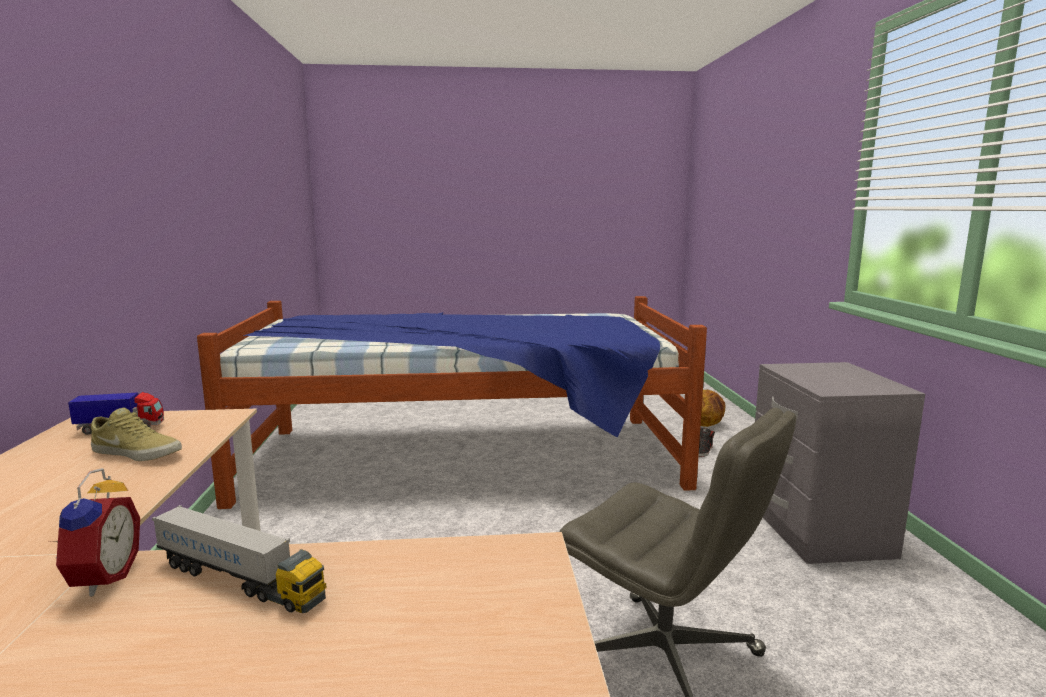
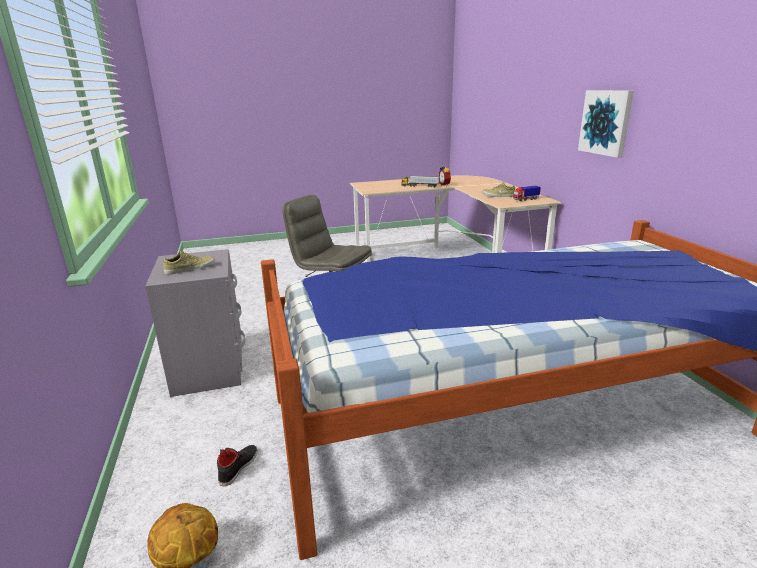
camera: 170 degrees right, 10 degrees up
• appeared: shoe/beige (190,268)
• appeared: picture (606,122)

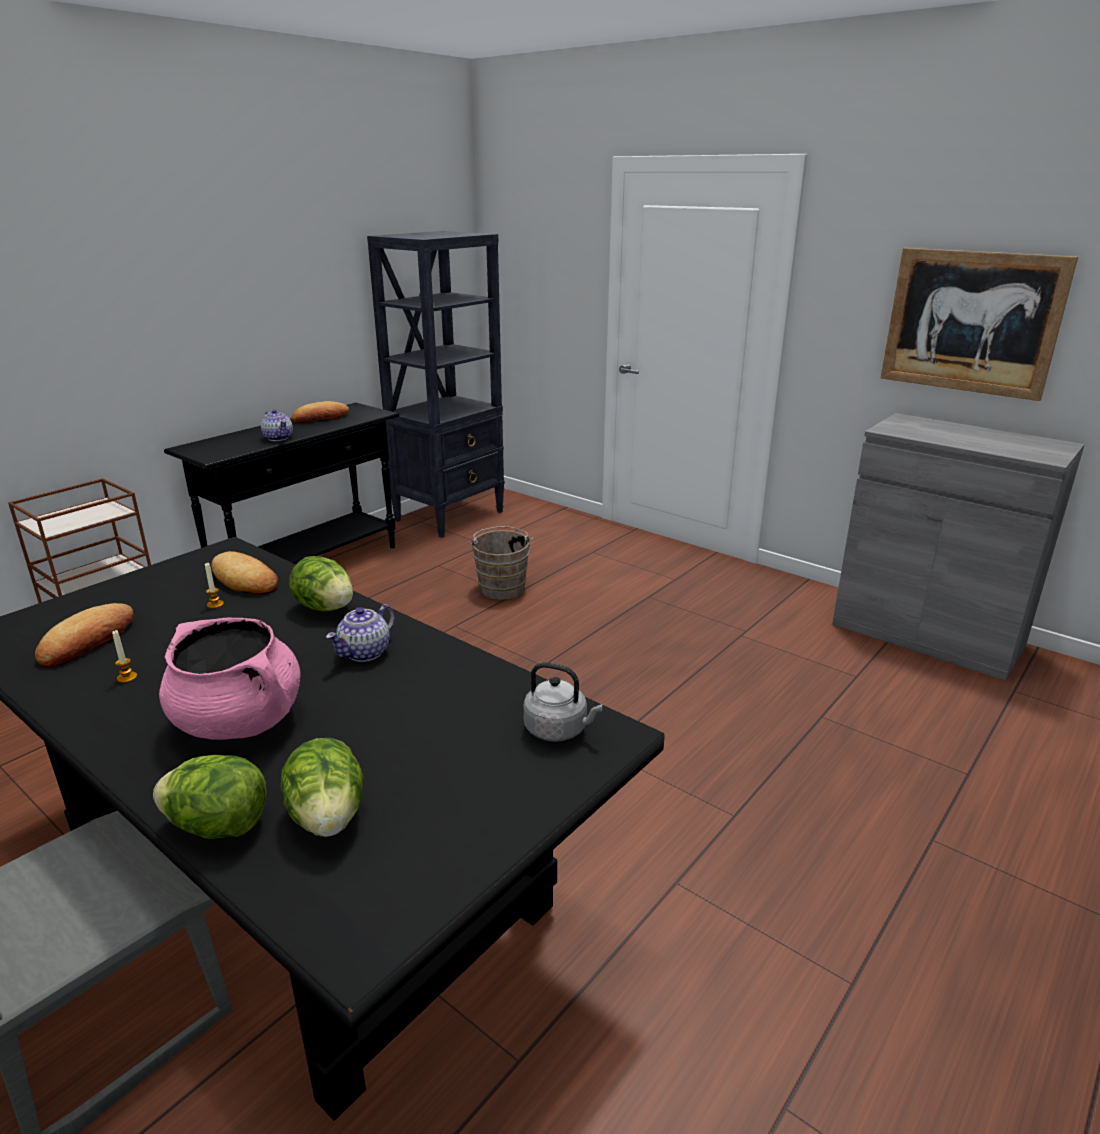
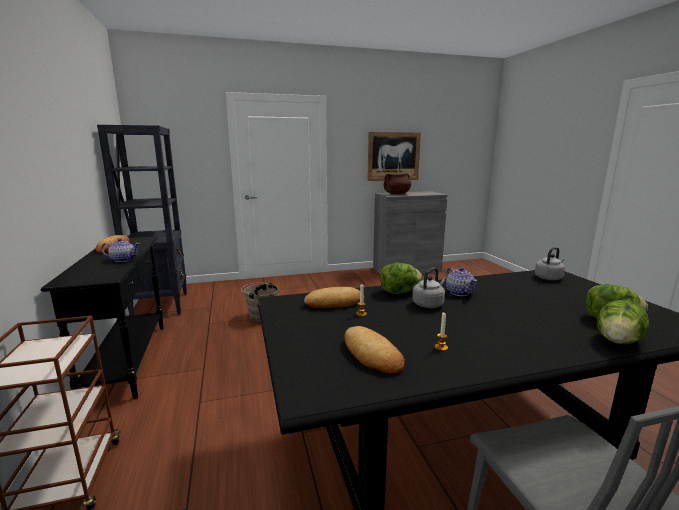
camera: 55 degrees left, 10 degrees down
• appeared: cooking pot/brown (396,194)
• appeared: kettle/grey (429,304)
• missing: cooking pot/pink (240,721)

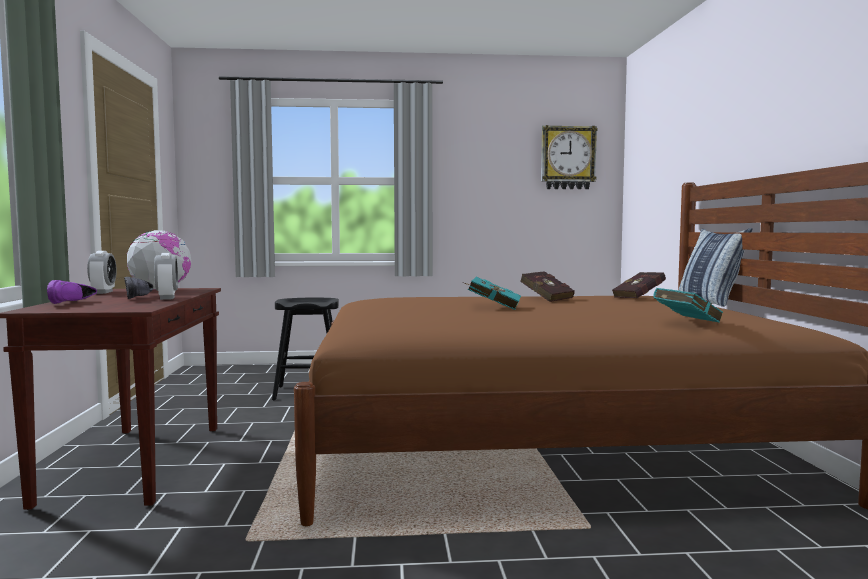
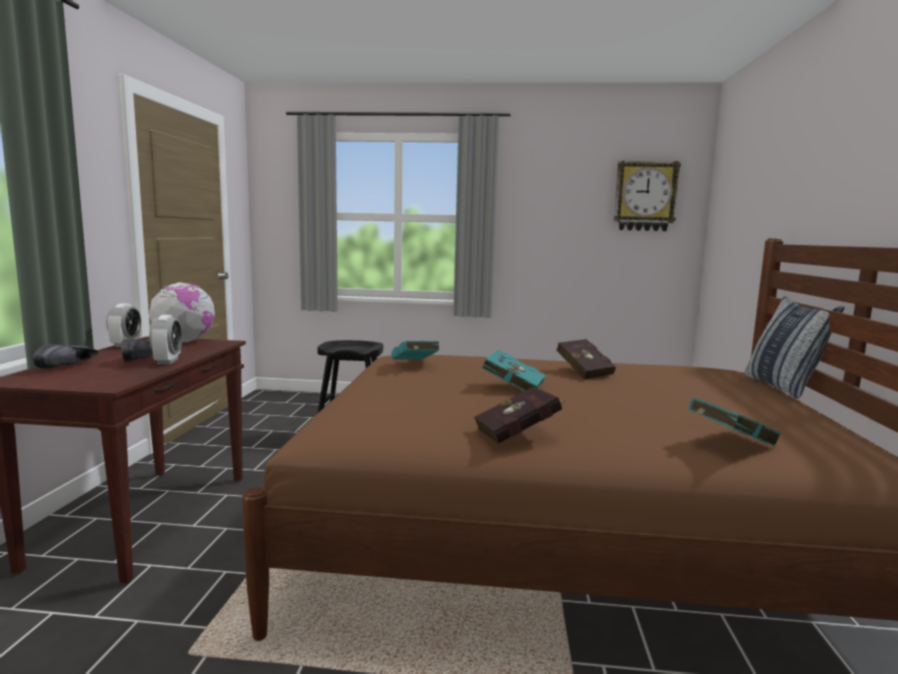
camera: 10 degrees right, 5 degrees up
• colour: shoe/purple (73,303) to shoe/black (69,366)
• appeared: book/turquoise (414,365)
• relocated: book/red (640,297) to (520,434)

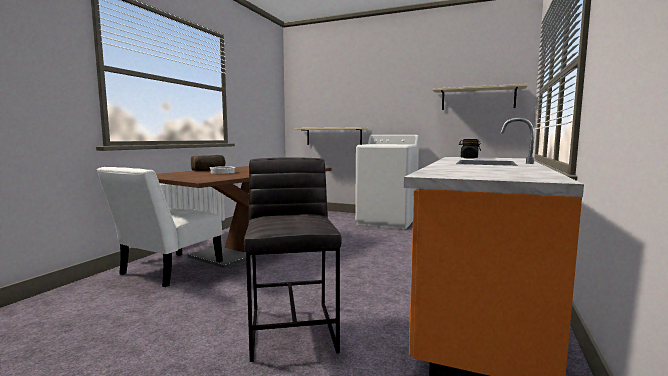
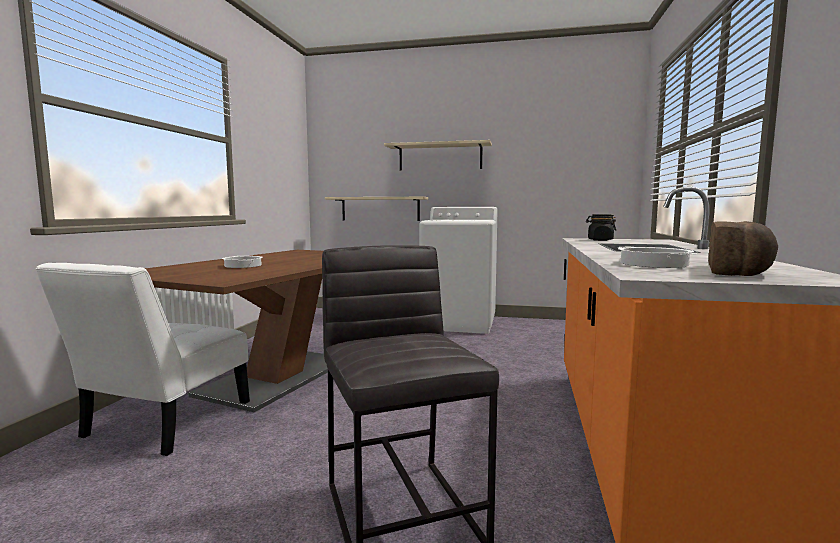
camera: 10 degrees left, 0 degrees up
• relocated: shelf/beige (477,99) to (440,157)
• appeared: cooking pot (654,264)
• relocated: bread (209,170) to (740,271)

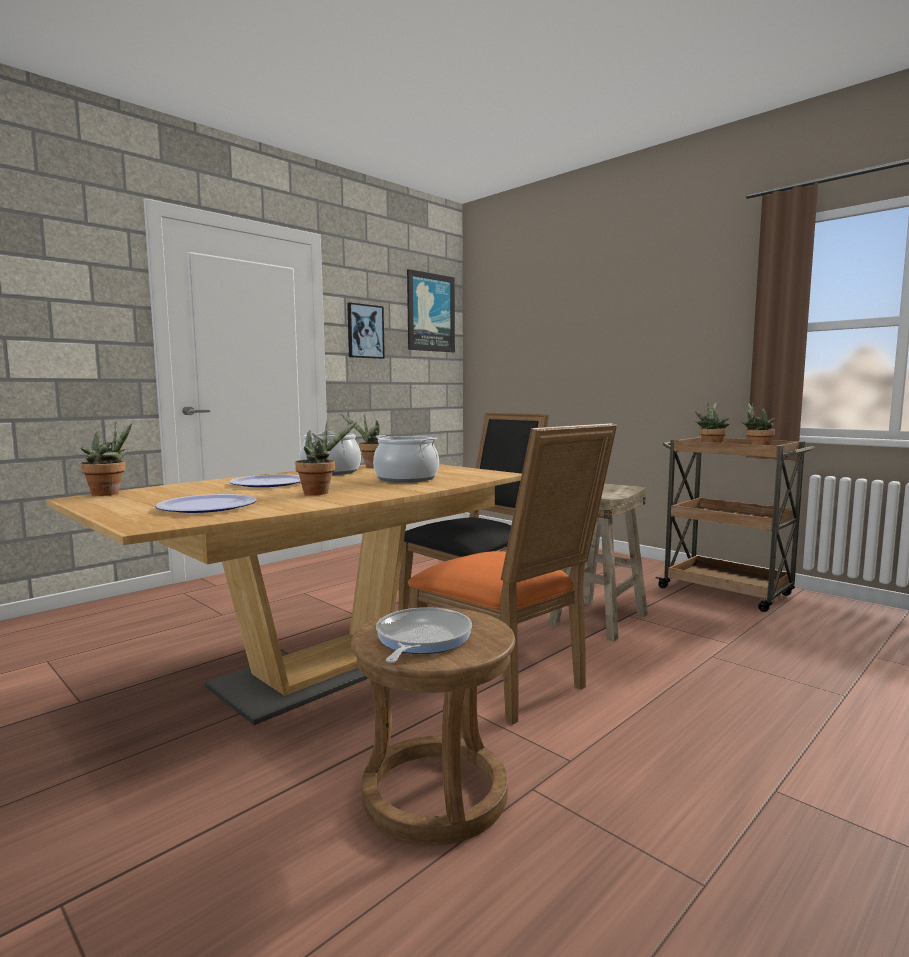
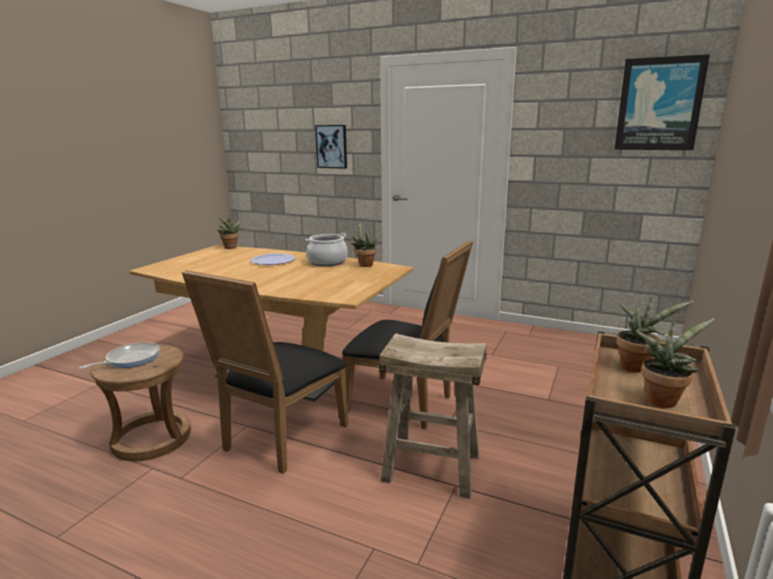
camera: 70 degrees right, 10 degrees up
• spun: frying pan (421,639) = (130,359) 45 degrees counterclockwise
• colour: chair/orange (507,683) to chair/black (279,439)
• relocated: picture (365,331) to (332,146)
• missing: plate (208,506)
• missing: potted plant (320,493)
• missing: cooking pot (406,479)

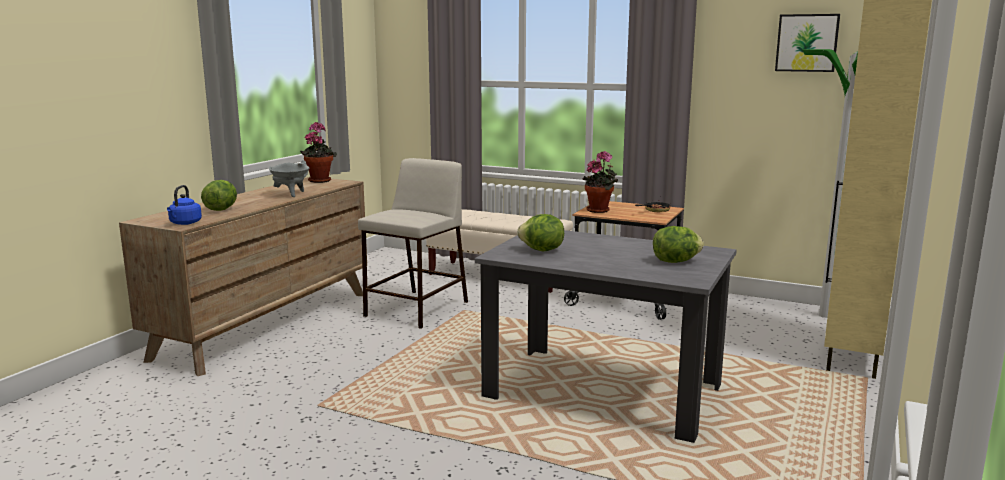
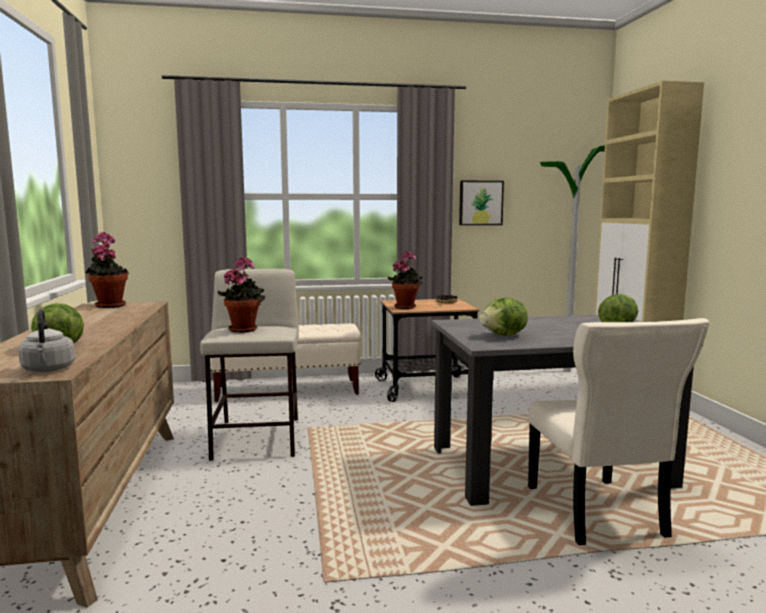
camera: 35 degrees left, 5 degrees down
• colour: kettle/blue (184,223) to kettle/grey (48,370)
• appeared: potted plant (244,329)
• relocated: picture (807,43) to (480,203)
• appeared: chair/beige (596,514)
• missing: cooking pot/grey (290,194)

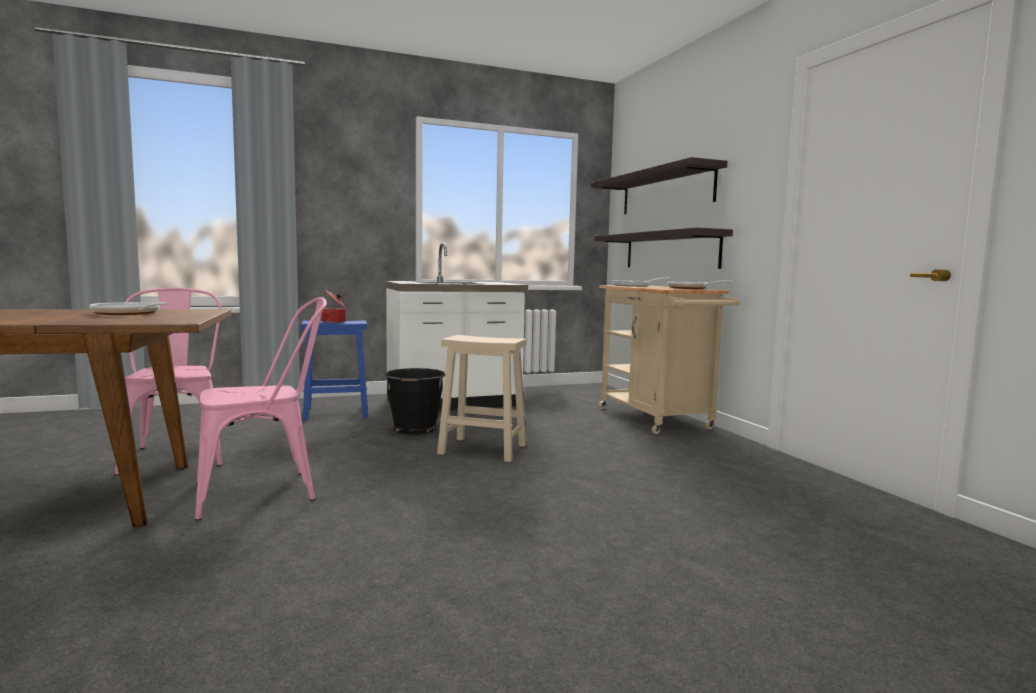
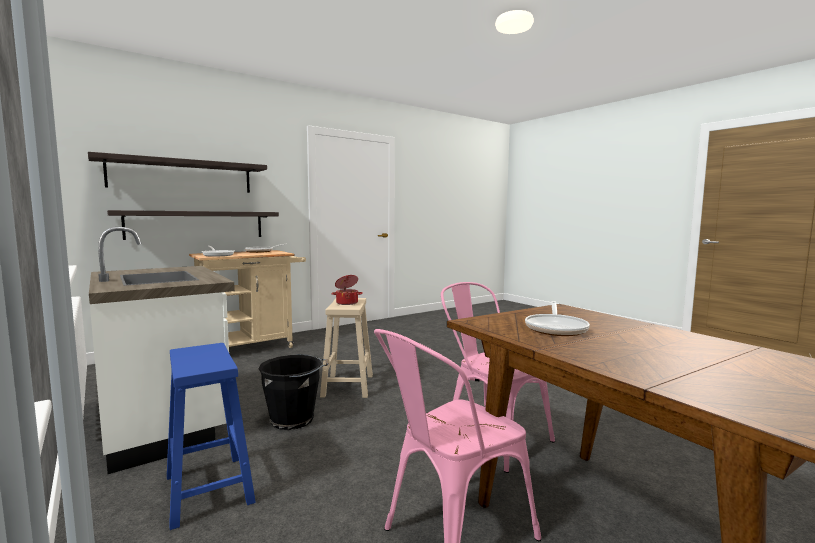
camera: 105 degrees left, 0 degrees up
• relocated: cooking pot (334,322) to (347,303)

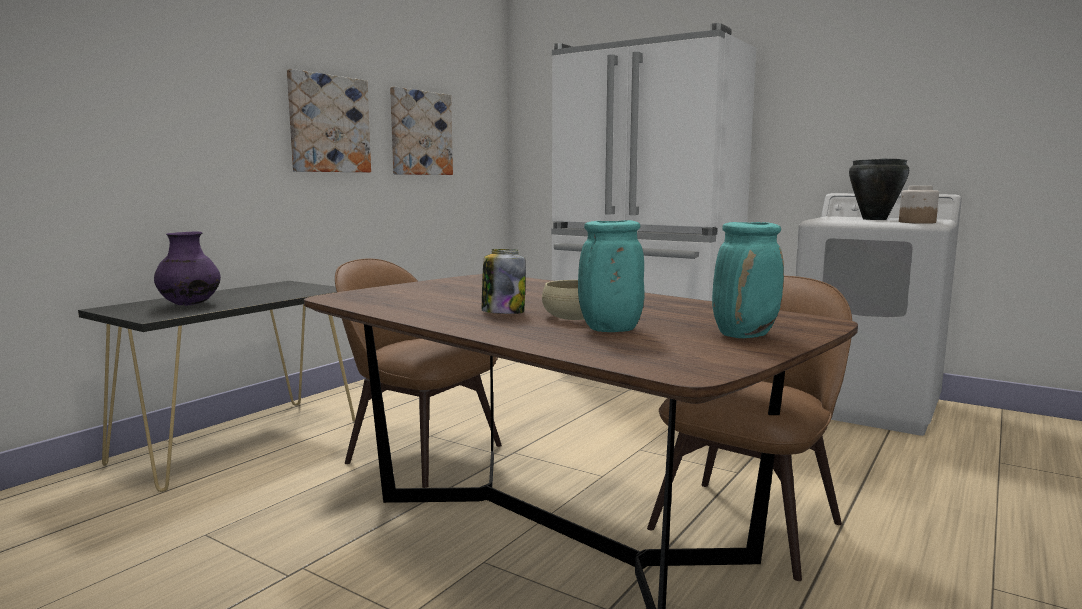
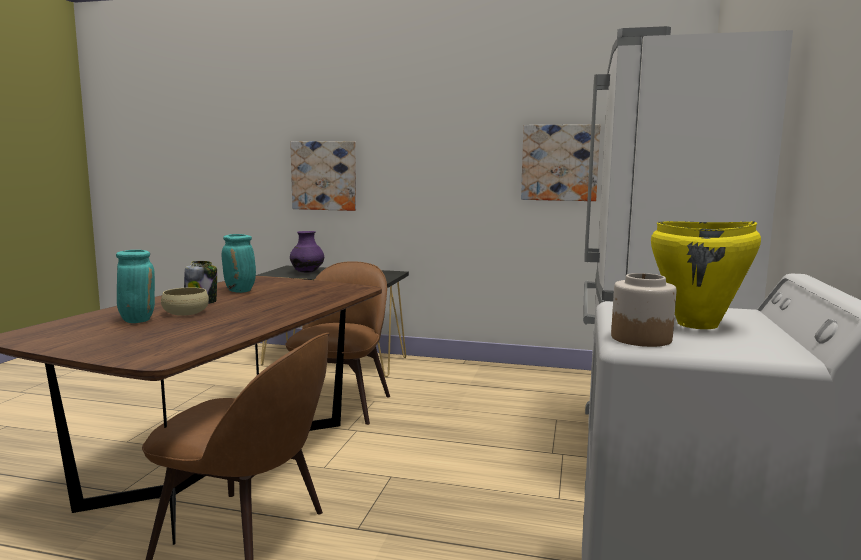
camera: 70 degrees right, 0 degrees up
• relocated: vase/turquoise (745,335) to (241,291)
• relocated: picture (329,124) to (324,175)
• colour: cooking pot/black (875,219) to cooking pot/yellow (698,325)

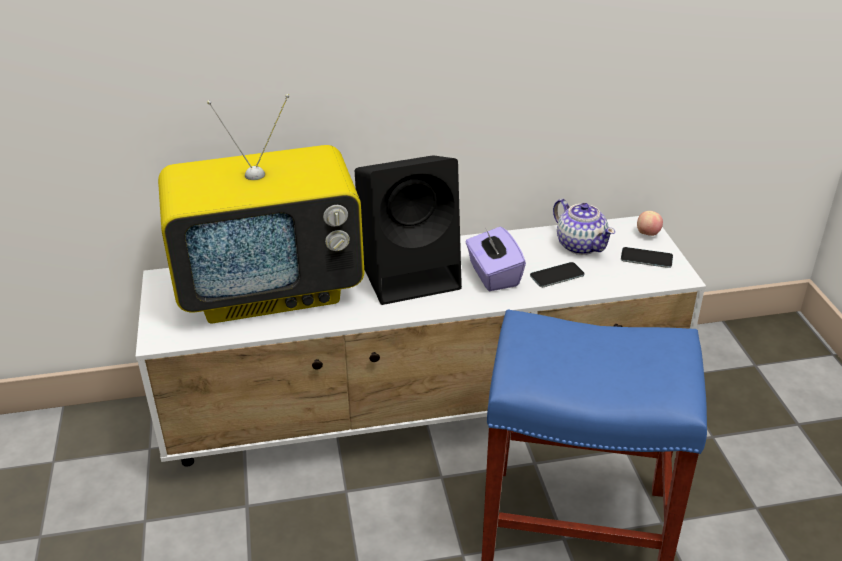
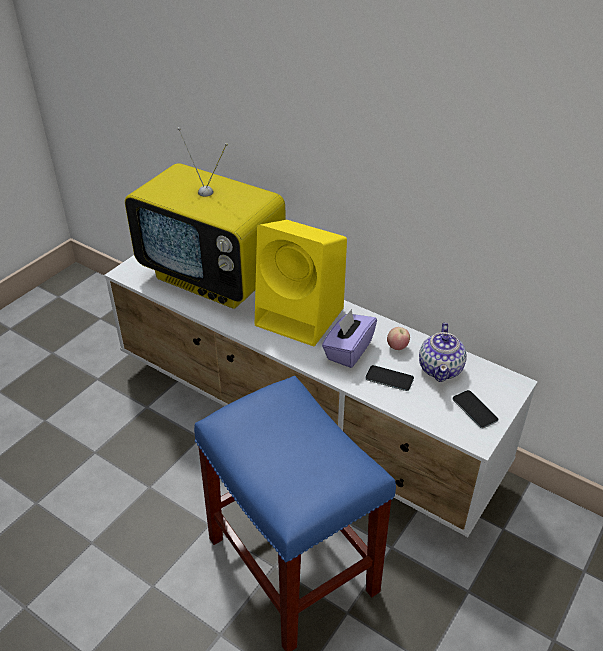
camera: 45 degrees right, 5 degrees up
• colour: speaker/black (412,273) to speaker/yellow (302,317)
• relocated: apple (648,234) to (397,347)

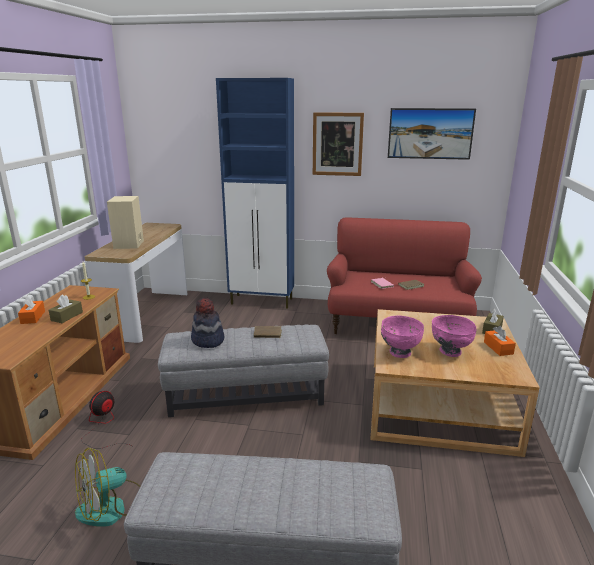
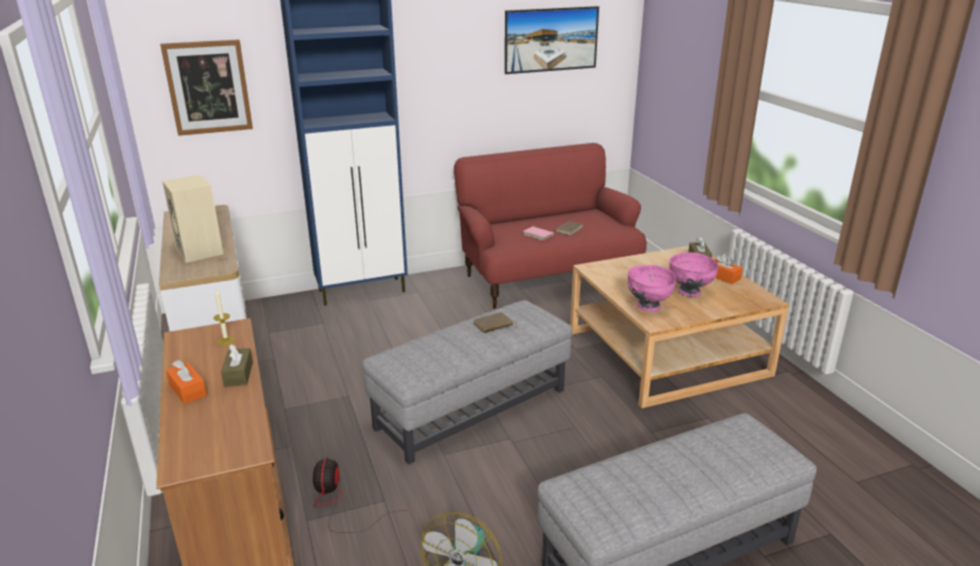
camera: 30 degrees left, 5 degrees up
• relocated: picture (337,144) to (208,87)
• missing: hat (207,340)

